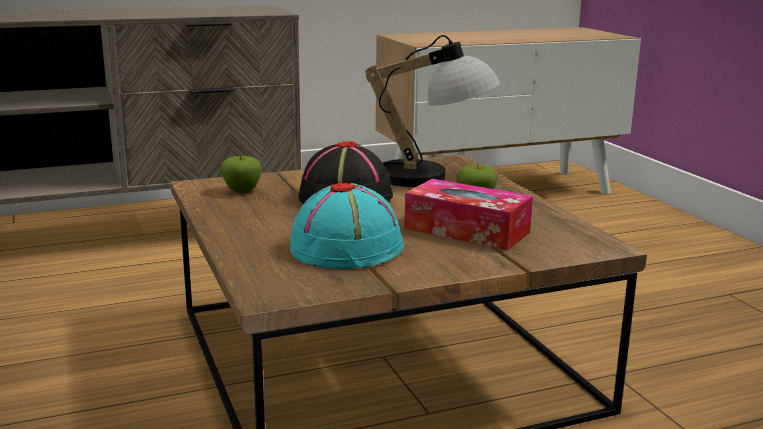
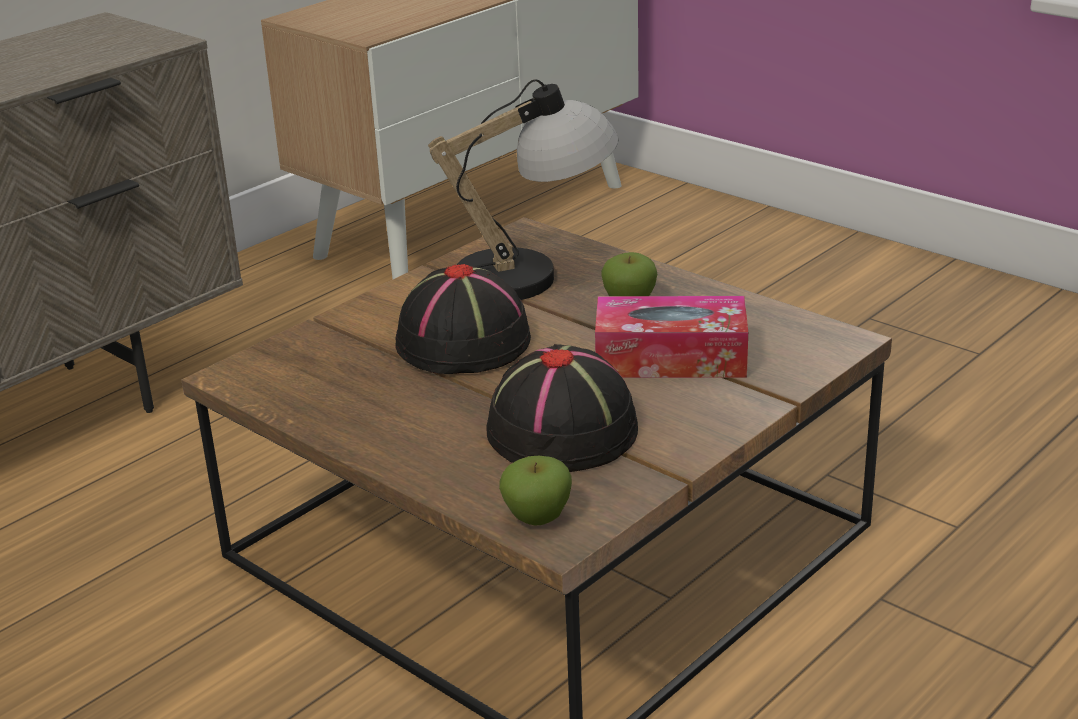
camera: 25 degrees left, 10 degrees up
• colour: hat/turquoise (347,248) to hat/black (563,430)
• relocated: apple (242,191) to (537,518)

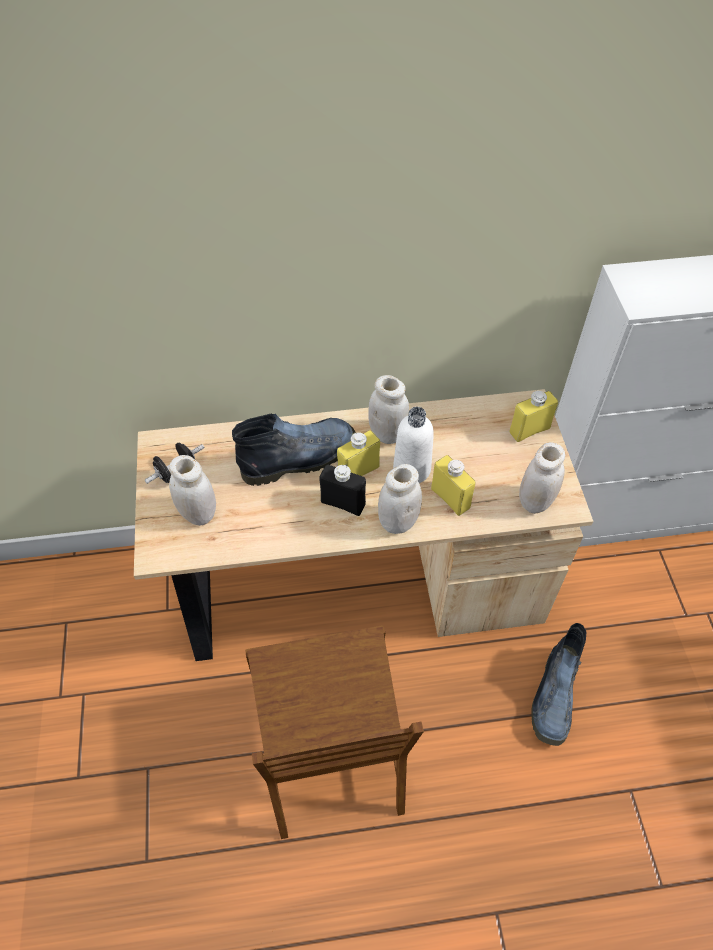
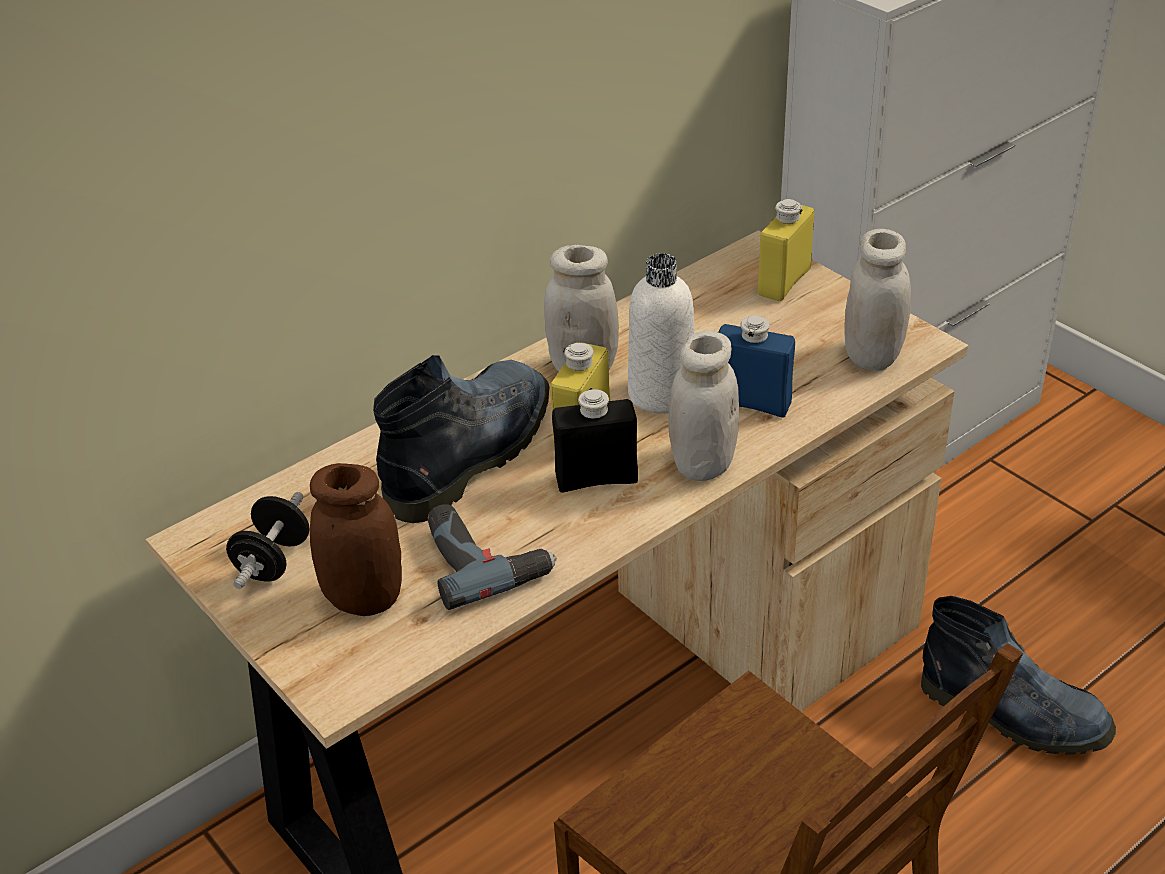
camera: 30 degrees left, 15 degrees down
• colour: jar/white (198,513) to jar/brown (364,599)
• appeared: power drill (484,559)
• colour: bottle/yellow (450,498) to bottle/blue (751,403)
• spun: boot (555,697) = (1016,714) 45 degrees counterclockwise

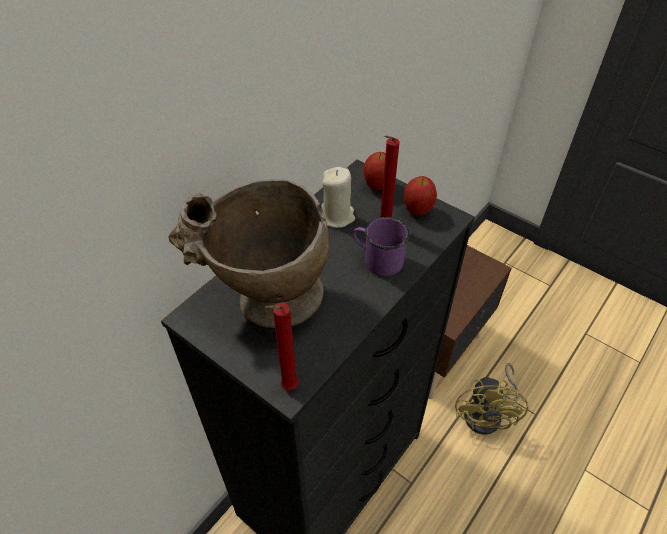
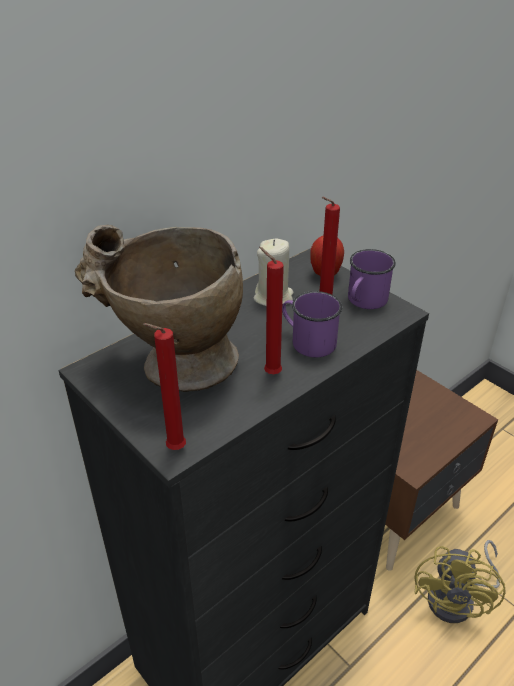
camera: 10 degrees right, 10 degrees down
• appeared: candle/red (270,373)
• exchanged: apple (417,211) to mug/purple (364,301)

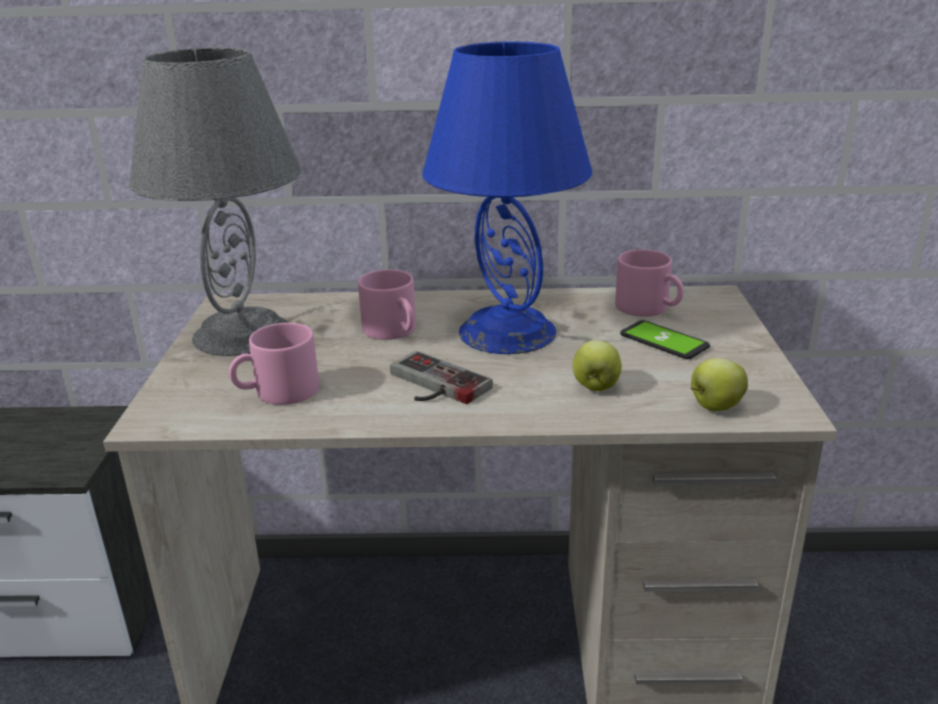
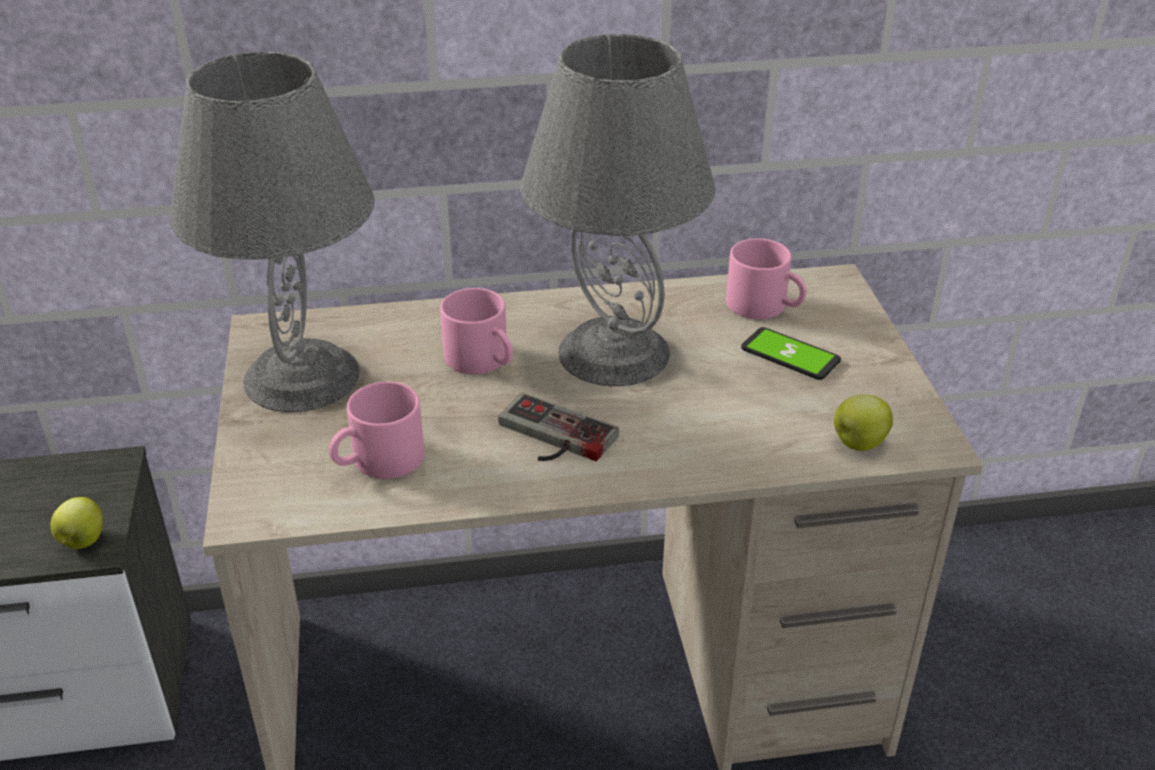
camera: 10 degrees left, 10 degrees up
• relocated: apple (595,387) to (82,541)
• colour: table lamp/blue (506,332) to table lamp/grey (612,352)

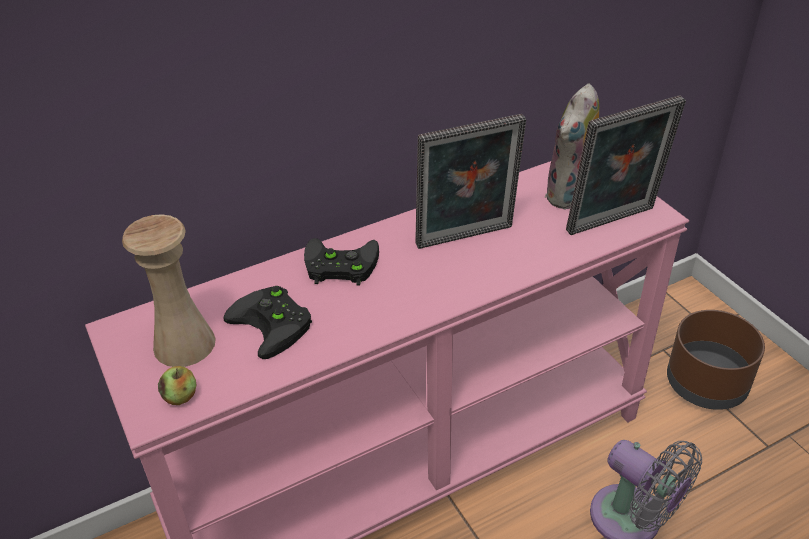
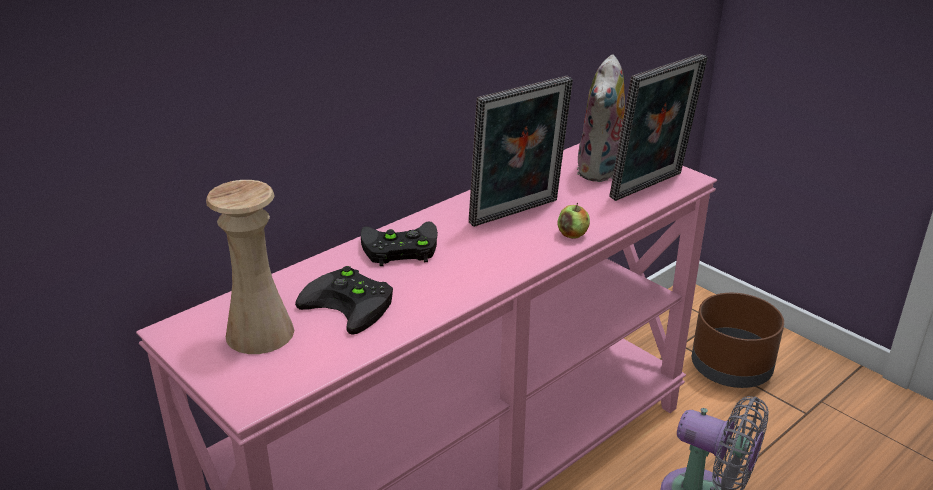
camera: 15 degrees left, 10 degrees down
• relocated: apple (181,397) to (572,234)

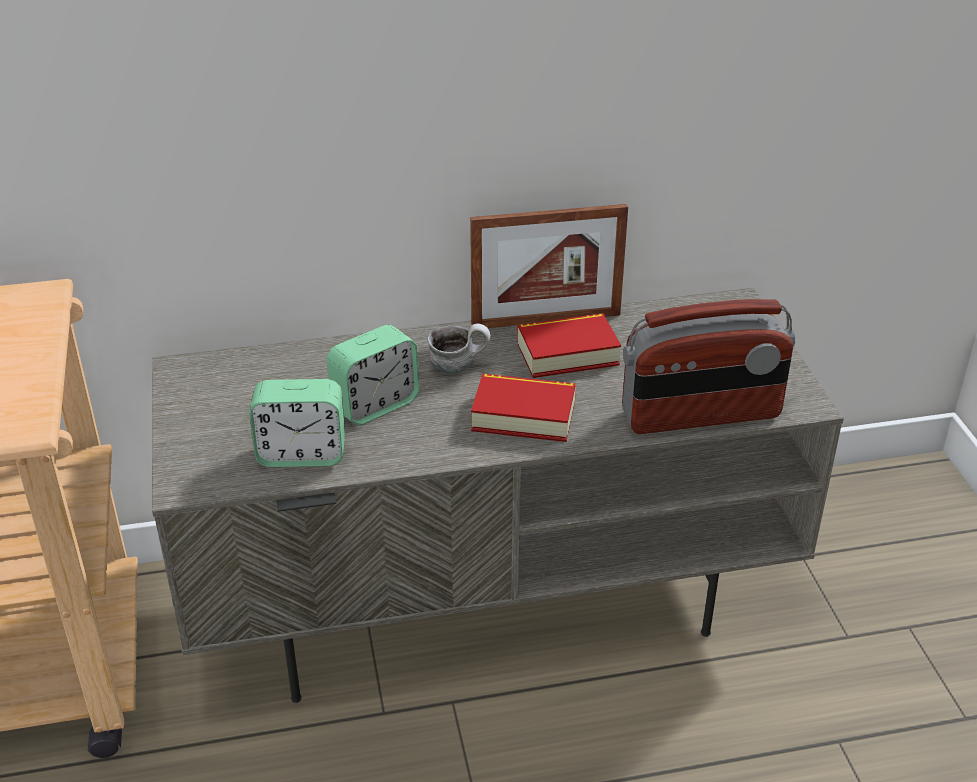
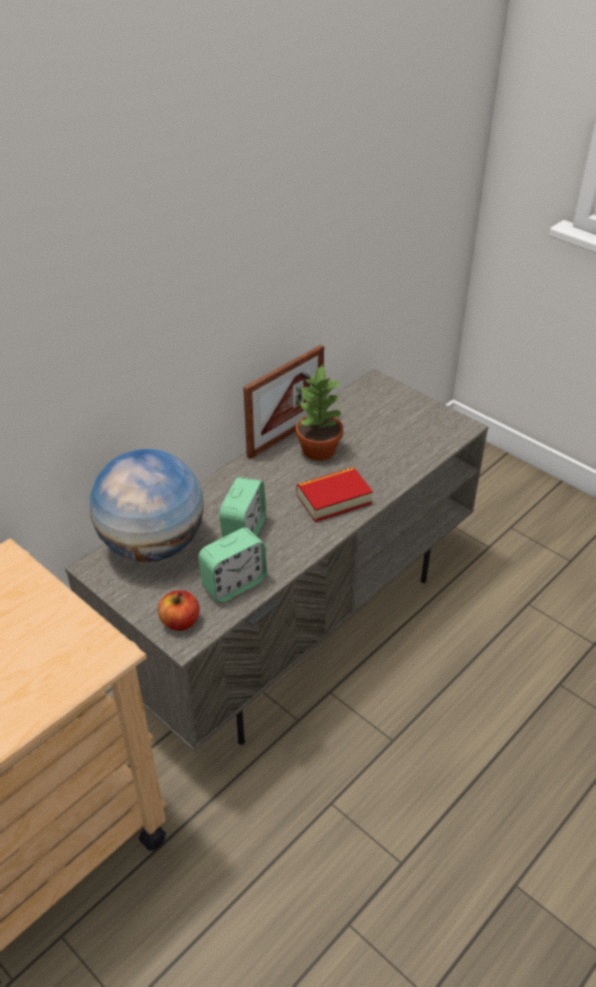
camera: 35 degrees left, 5 degrees up
• appeared: globe (153,544)
• appeared: apple (180,622)
• exchanged: book (567,353) to potted plant (318,450)
• missing: mug (459,365)
• missing: radio (701,415)

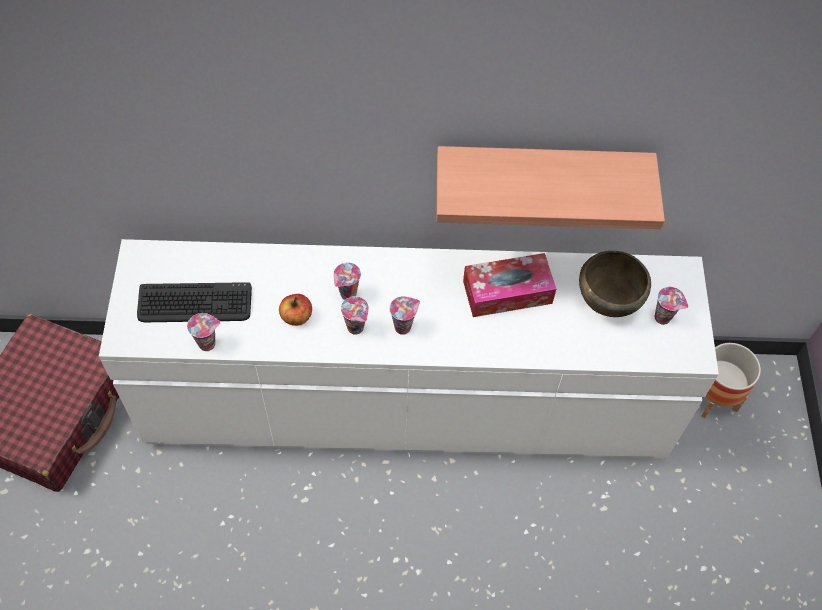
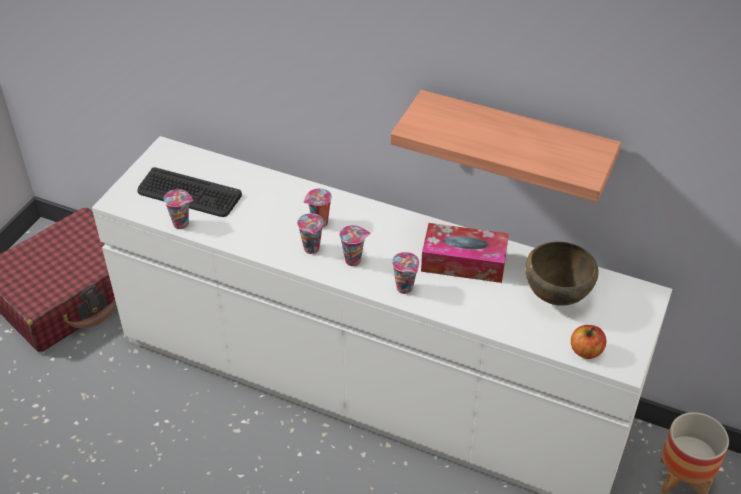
camera: 25 degrees right, 15 degrees down
• relocated: cup (663,317) to (406,288)
• relocated: apple (296,317) to (586,351)

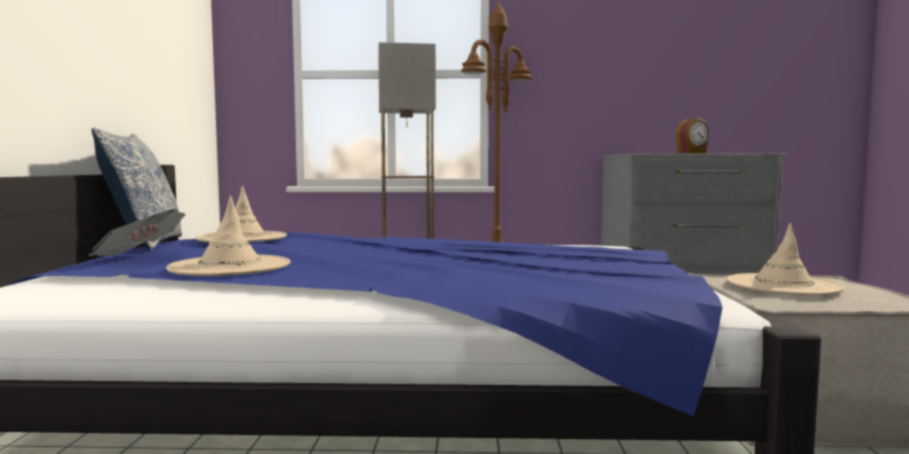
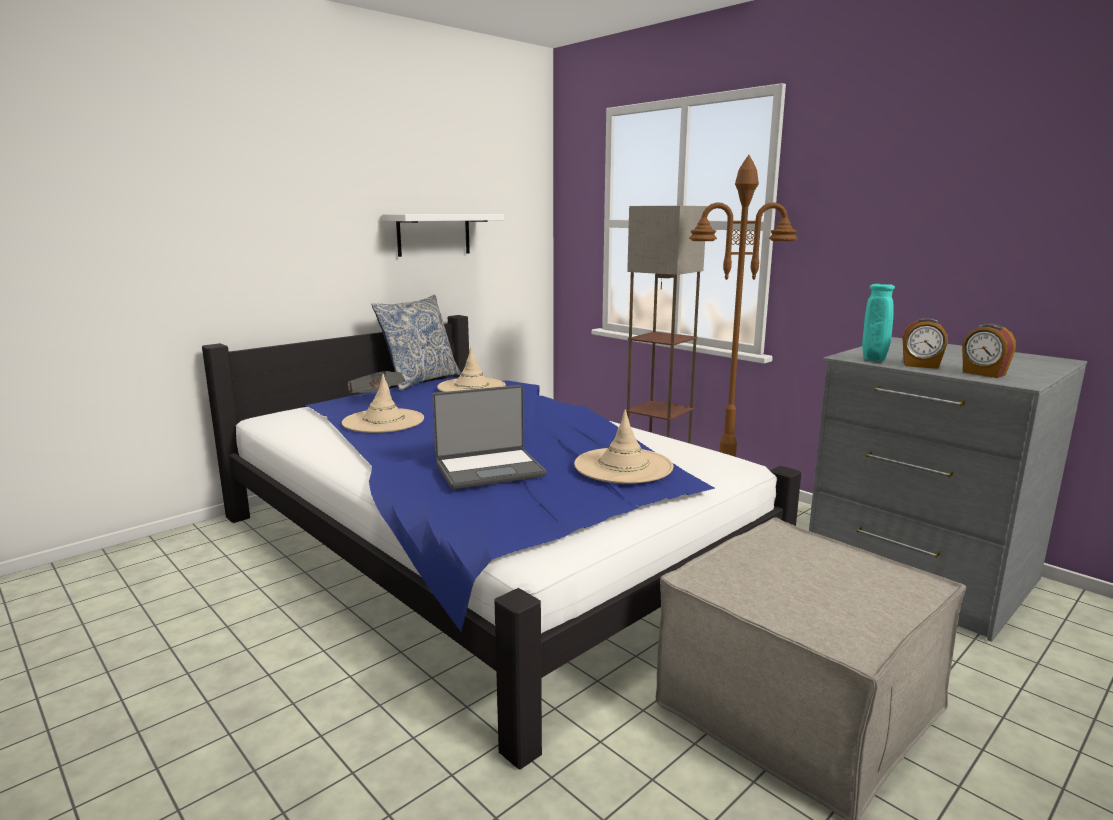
camera: 45 degrees right, 10 degrees up
• appeared: shelf/white (433,234)
• appeared: laptop (489,470)
• relocated: hat/beige (783,285) to (623,466)
• appeared: vase/turquoise (873,361)
• appeared: alarm clock (983,374)

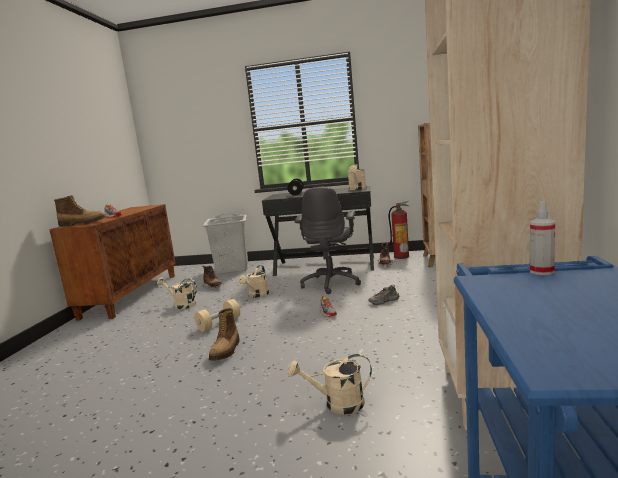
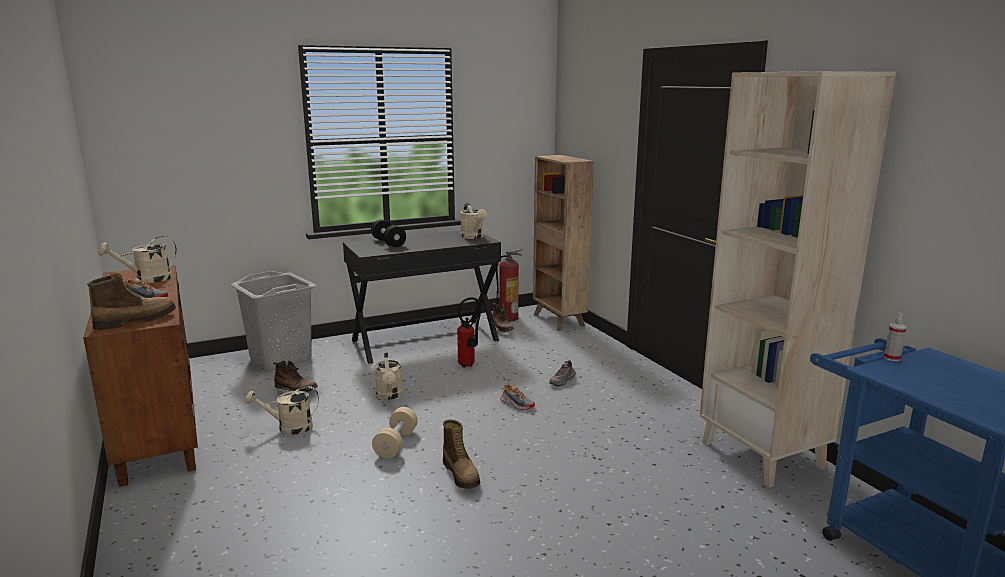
camera: 35 degrees left, 5 degrees up
• relocated: watering can/beige (337,404) to (147,280)
• exchanged: office chair/grey (331,283) to fire extinguisher (469,365)

